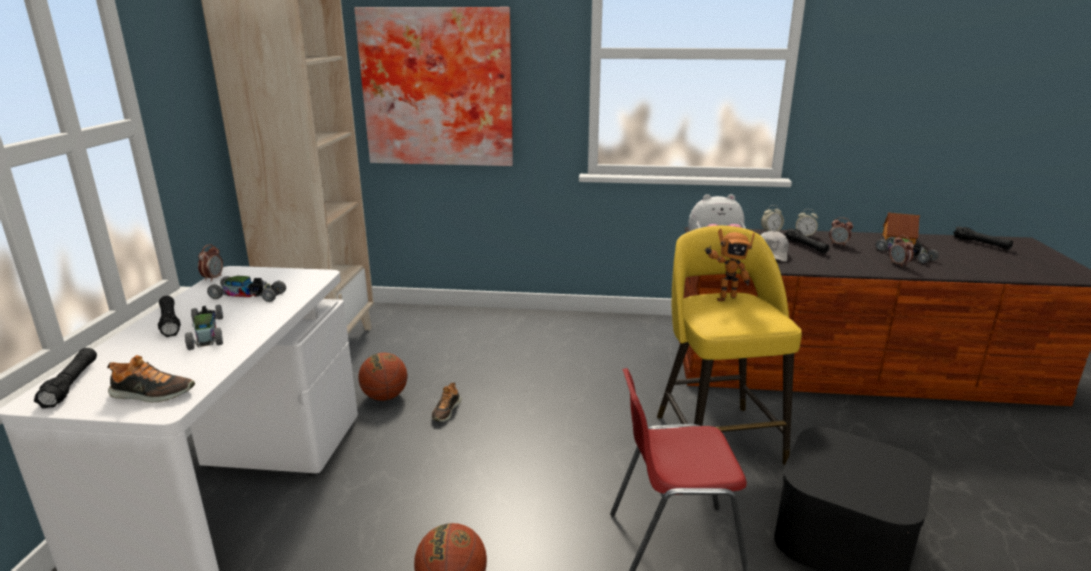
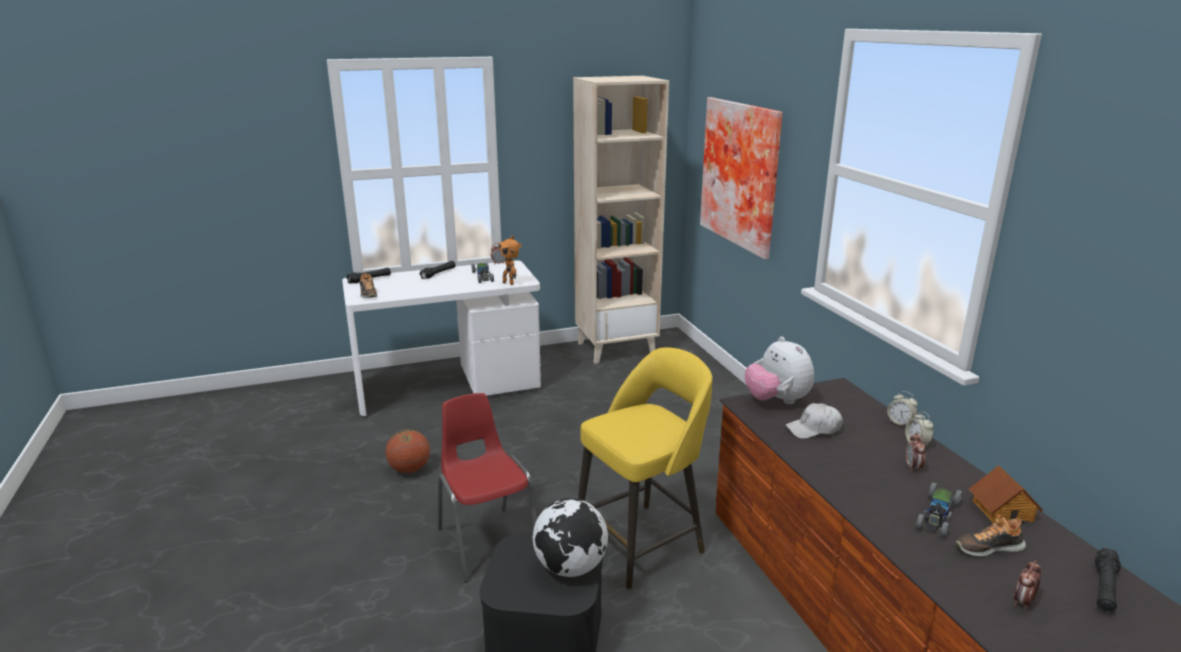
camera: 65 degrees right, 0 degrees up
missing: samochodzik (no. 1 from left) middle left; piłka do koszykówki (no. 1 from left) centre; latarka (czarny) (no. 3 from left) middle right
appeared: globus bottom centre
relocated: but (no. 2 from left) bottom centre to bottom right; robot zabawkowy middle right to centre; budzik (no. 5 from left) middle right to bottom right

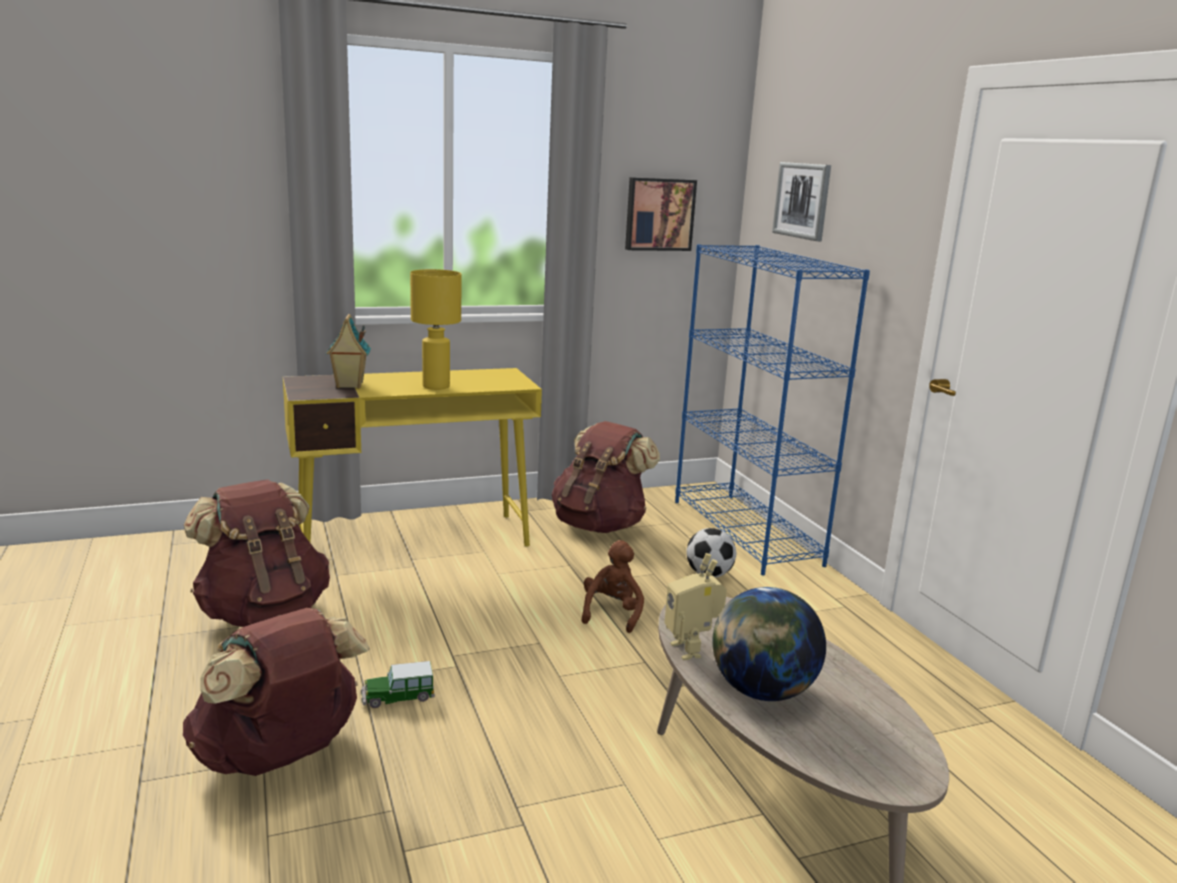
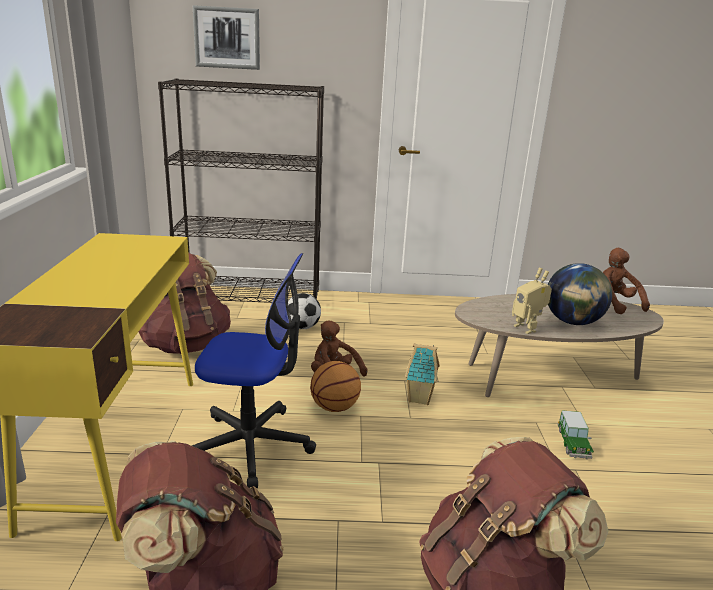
camera: 70 degrees left, 5 degrees up
missing: lampa stołowa (żółty) centre; obraz (no. 1 from left) top centre
appeared: krzesło biurowe centre; piłka do koszykówki centre; pluszak (brązowy) (no. 2 from left) middle right
relocated: domek middle left to centre; samochodzik bottom centre to bottom right
colour: regał (niebieski) centre to regał (czarny) top centre
spun: robot zabawkowy bottom centre = middle right 60 degrees clockwise

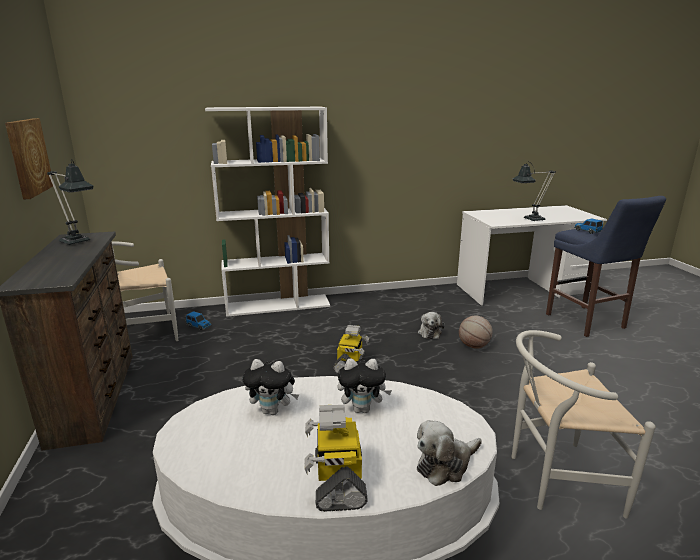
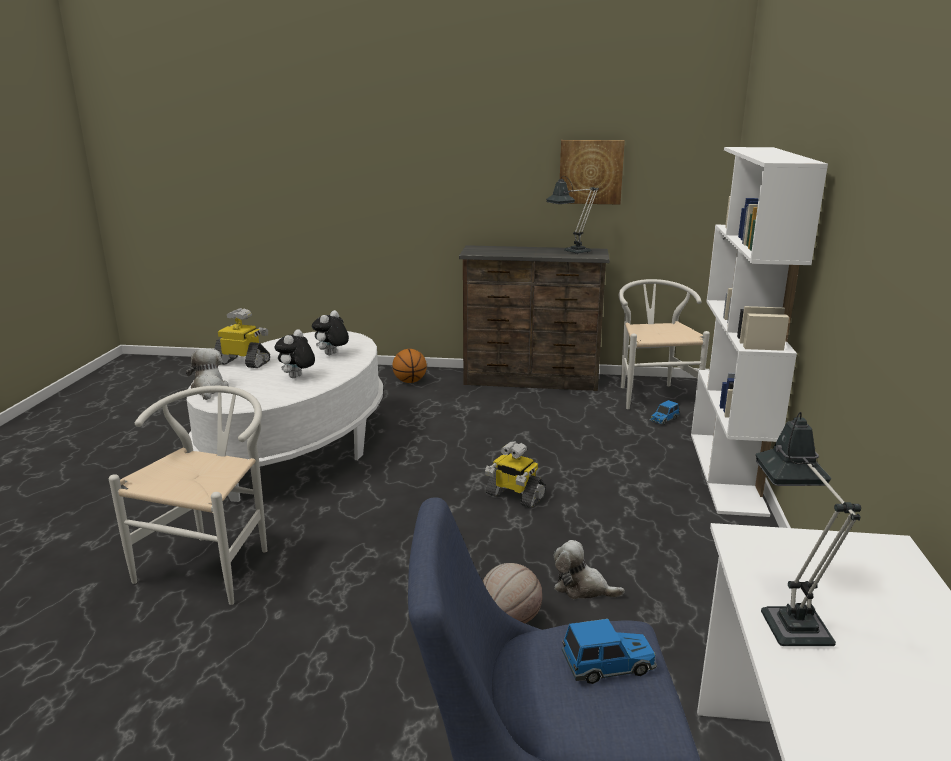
camera: 110 degrees right, 0 degrees up
appeared: piłka do koszykówki (no. 1 from left) centre

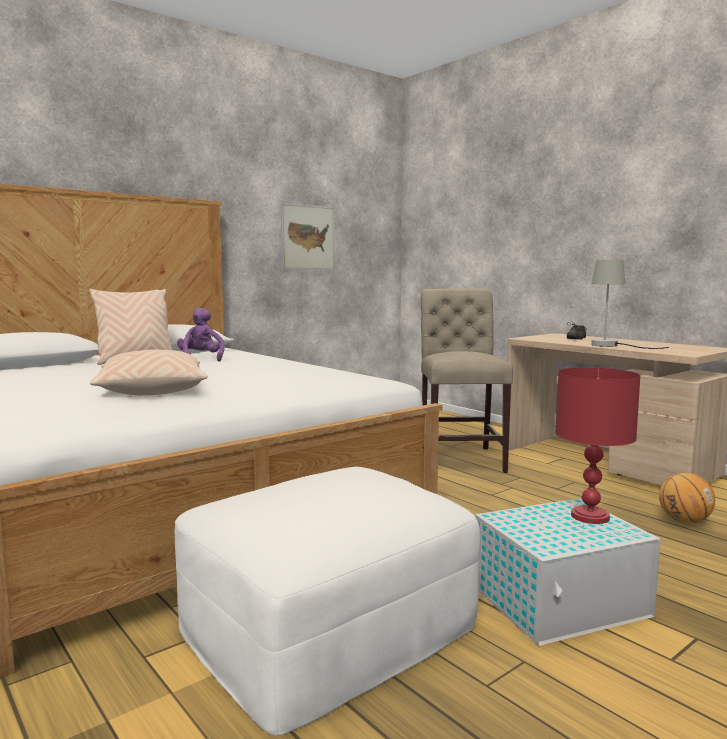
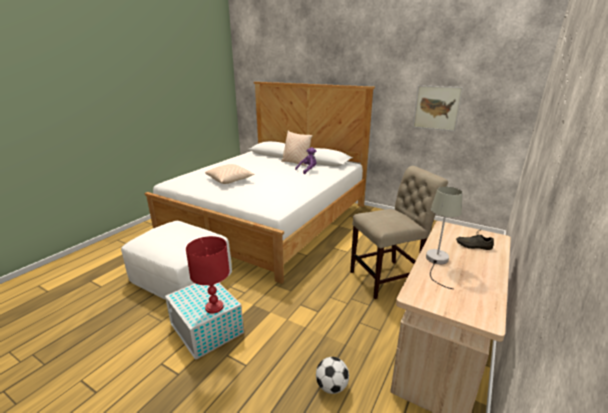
camera: 70 degrees right, 15 degrees up
exchanged: piłka do koszykówki bottom right to piłka futbolowa bottom centre

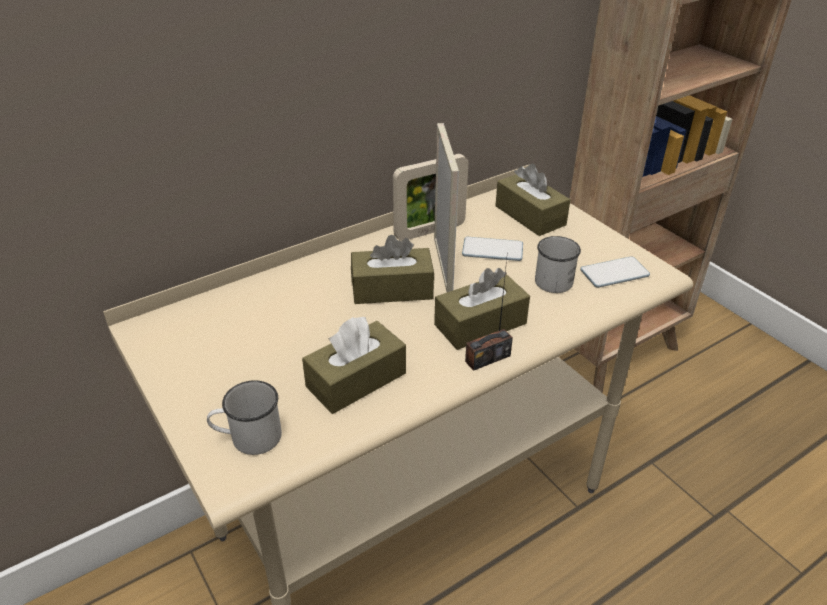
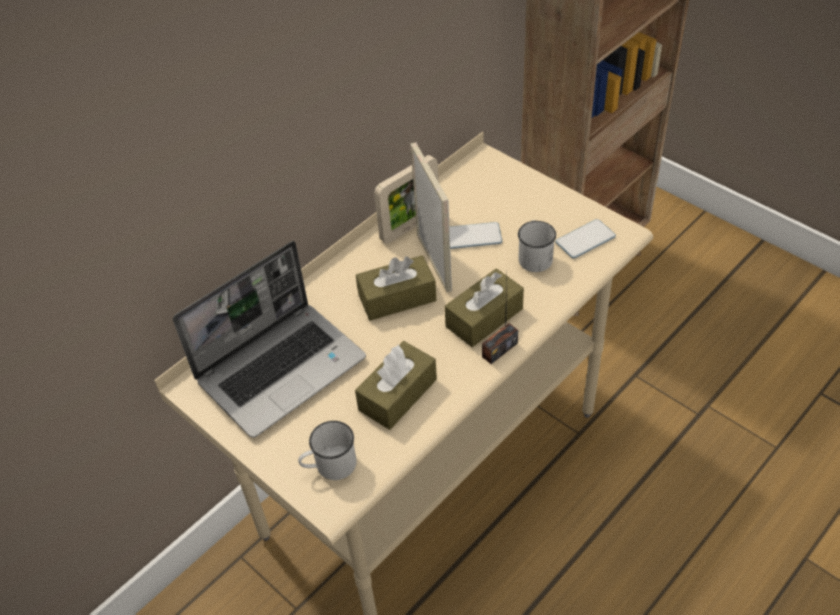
camera: 10 degrees left, 10 degrees up
missing: pudełko chusteczek (brązowy) (no. 4 from left) top centre
appeared: laptop middle left

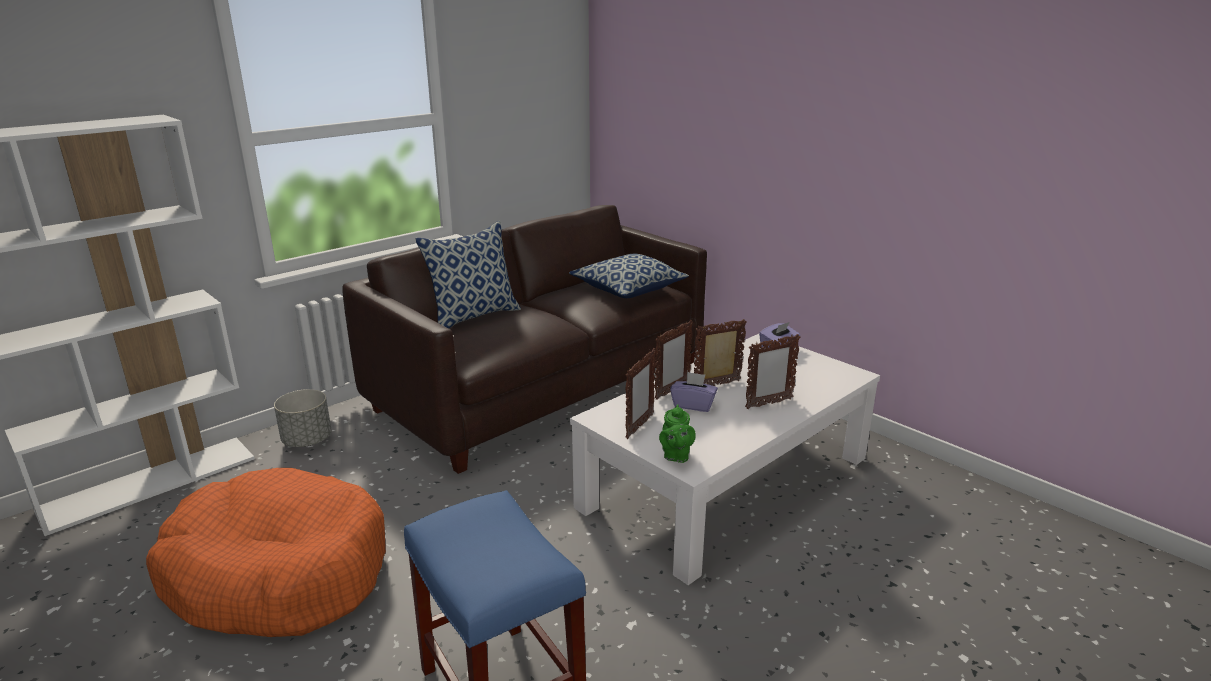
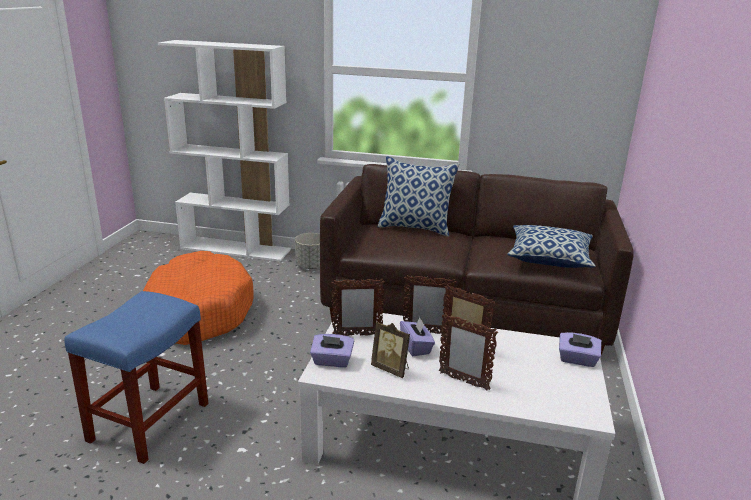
camera: 55 degrees right, 0 degrees up
appeared: ramka na zdjęcie (no. 2 from left) bottom centre
exchanged: imbryk (zielony) centre to pudełko chusteczek (fioletowy) (no. 1 from left) bottom centre

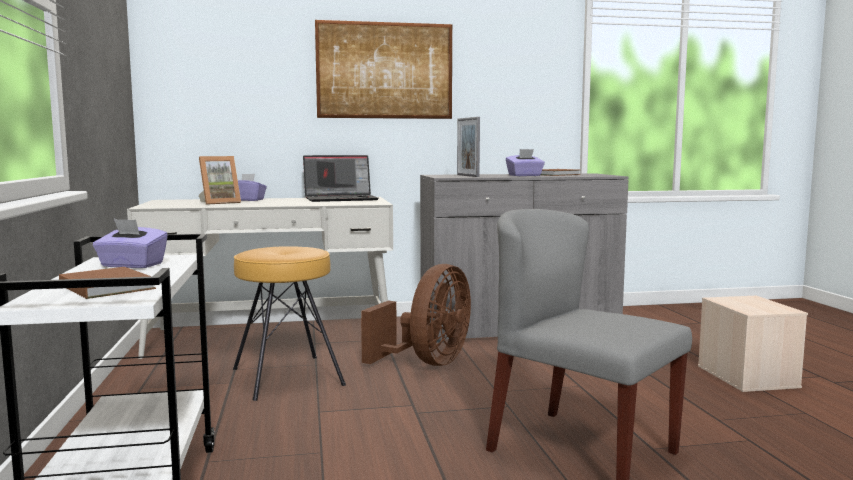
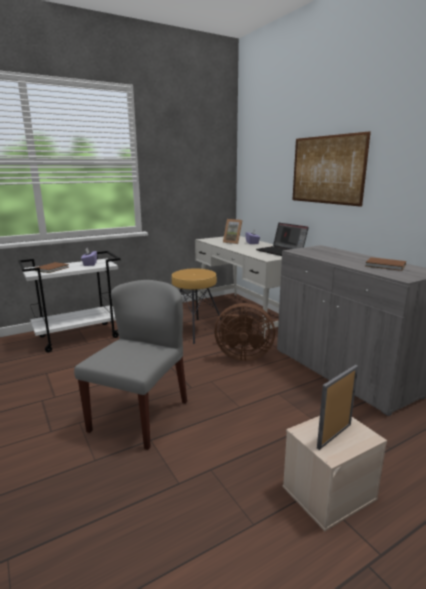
camera: 70 degrees right, 10 degrees up
missing: pudełko chusteczek (fioletowy) (no. 3 from left) centre
relocated: ramka na zdjęcie (no. 2 from left) top centre to bottom right

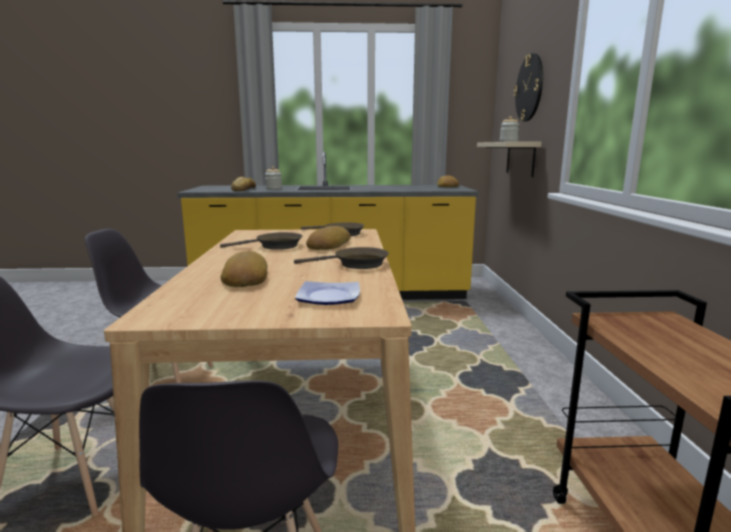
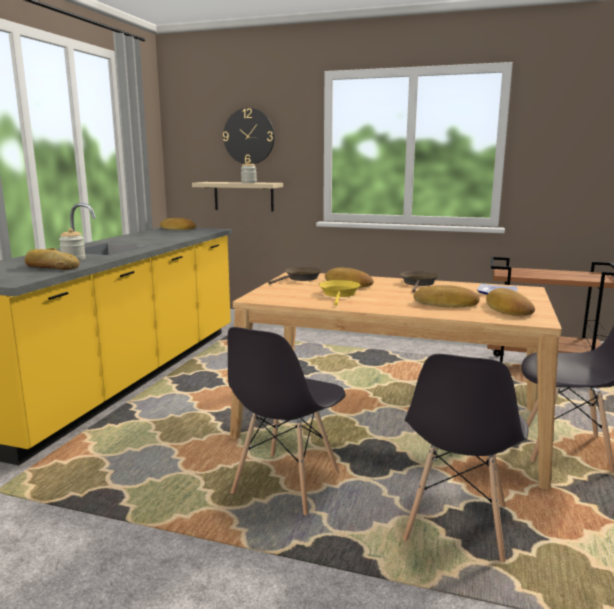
camera: 70 degrees left, 0 degrees up
appeared: chleb (no. 5 from left) middle right
colour: patelnia (brązowy) (no. 1 from left) centre to patelnia (żółty) centre

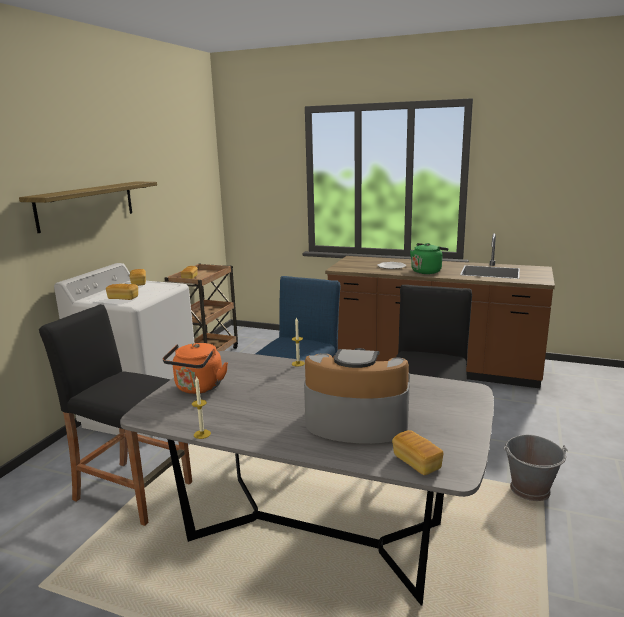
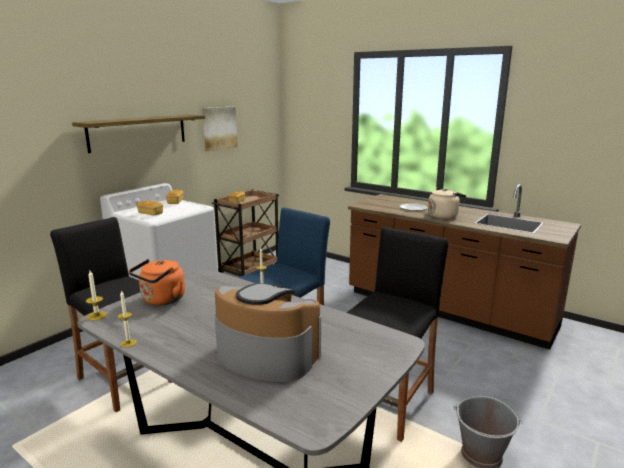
camera: 15 degrees right, 0 degrees up
missing: chleb (no. 4 from left) bottom right
appeared: świeca (no. 1 from left) middle left; obraz top centre
colour: czajnik (zielony) middle right to czajnik (beżowy) middle right

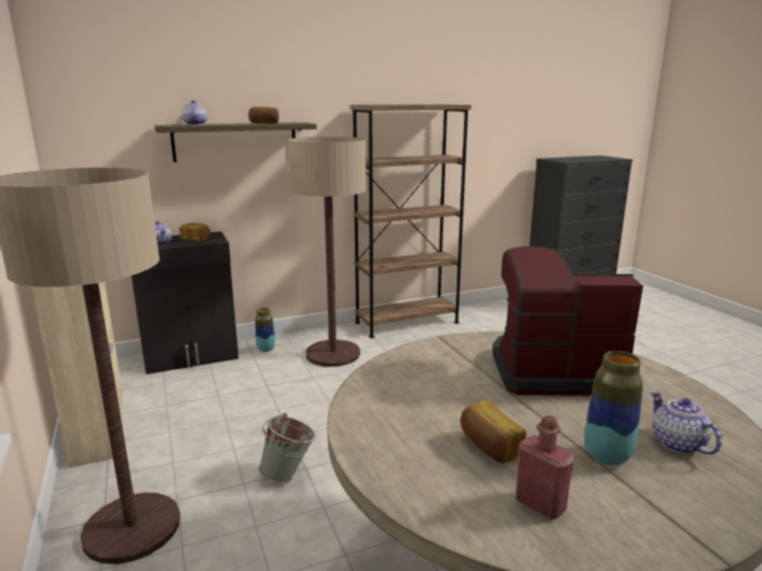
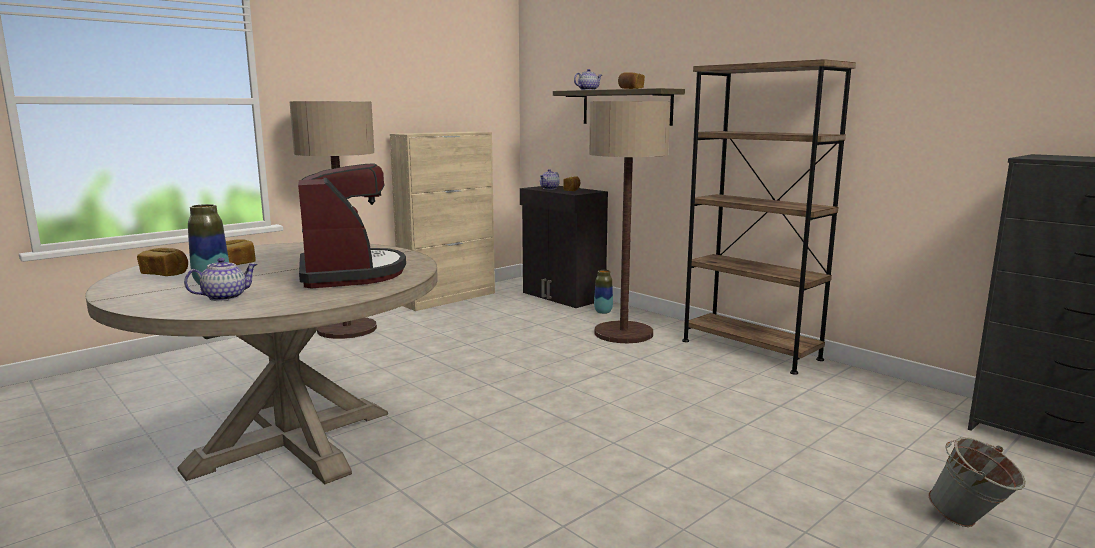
camera: 70 degrees right, 5 degrees down
relocated: wiadro (szary) bottom centre to bottom right
exchanged: butelka (czerwony) bottom right to chleb (no. 1 from left) middle left

